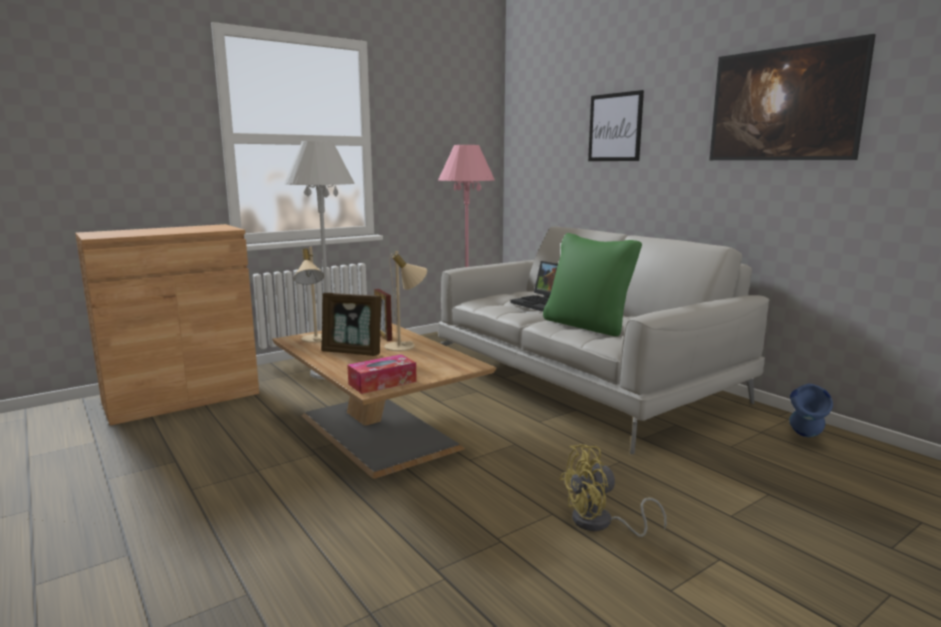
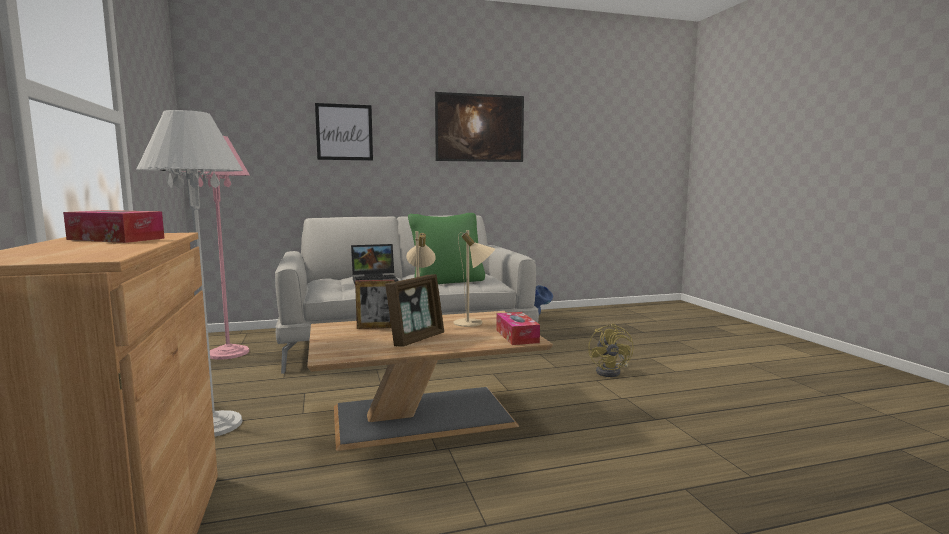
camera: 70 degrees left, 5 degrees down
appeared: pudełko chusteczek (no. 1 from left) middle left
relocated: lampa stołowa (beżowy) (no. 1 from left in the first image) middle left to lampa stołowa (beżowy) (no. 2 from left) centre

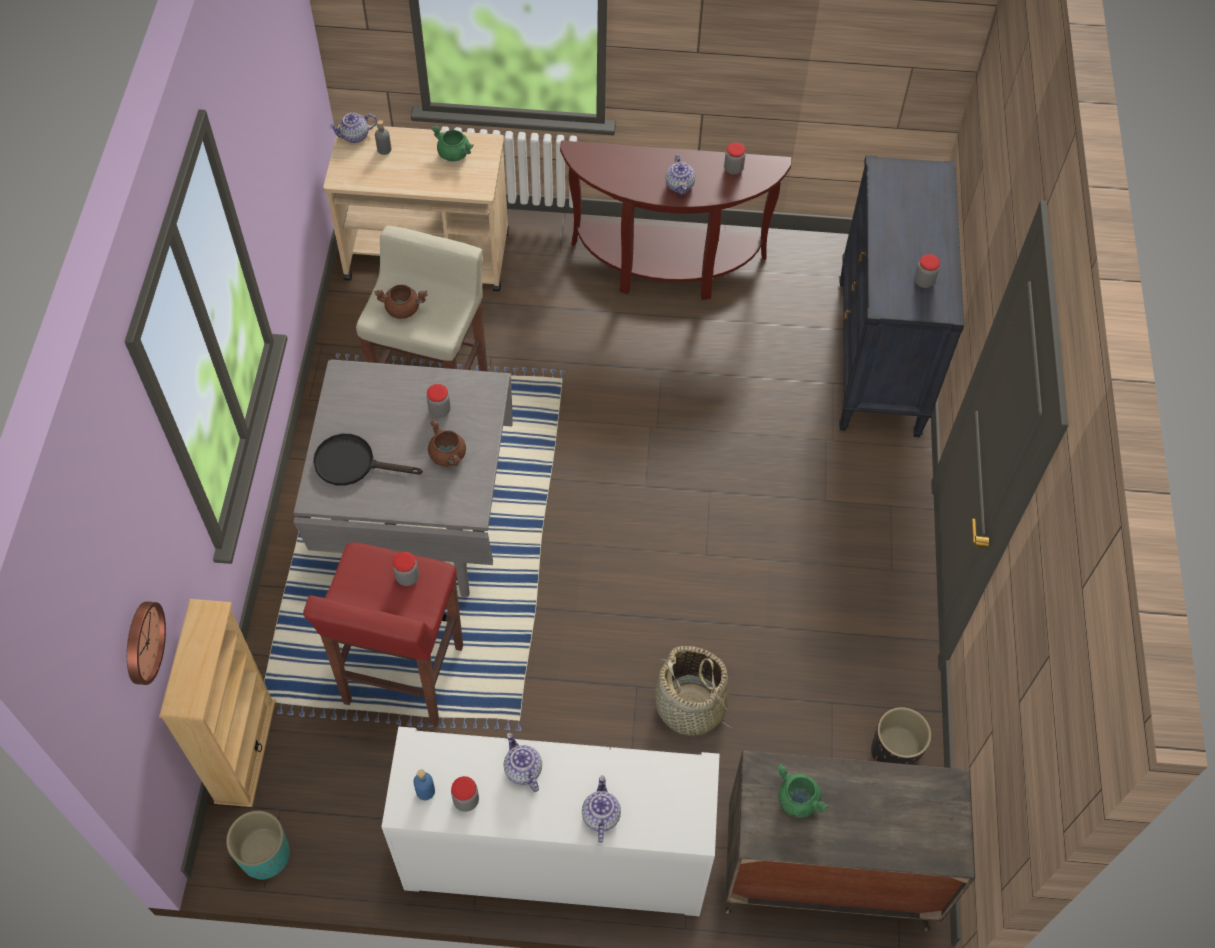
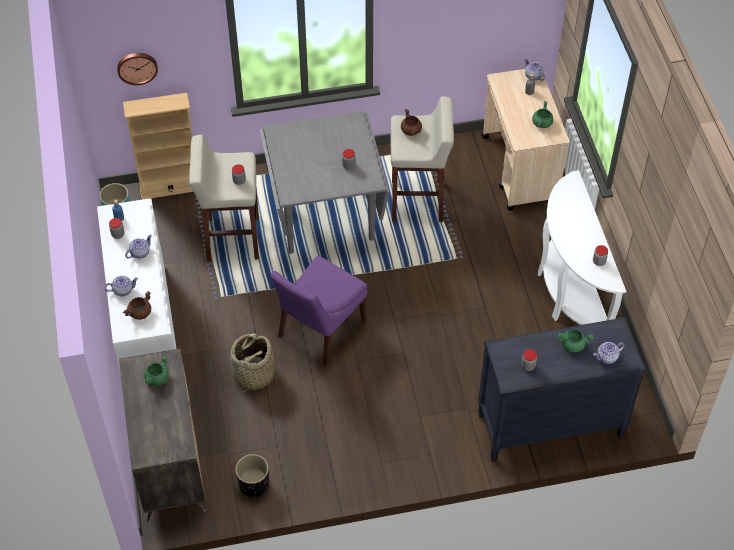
camera: 75 degrees right, 5 degrees down
missing: patelnia (czarny) middle left
appeared: krzesło (fioletowy) centre; garnek (zielony) (no. 3 from left) middle right
relocated: garnek (brązowy) (no. 2 from left in the first image) centre to garnek (brązowy) (no. 1 from left) middle left; imbryk (no. 4 from left) top centre to middle right
colour: stołek (czerwony) bottom left to stołek (beżowy) (no. 1 from left) middle left; stolik konsolowy (brązowy) top centre to stolik konsolowy (biały) middle right

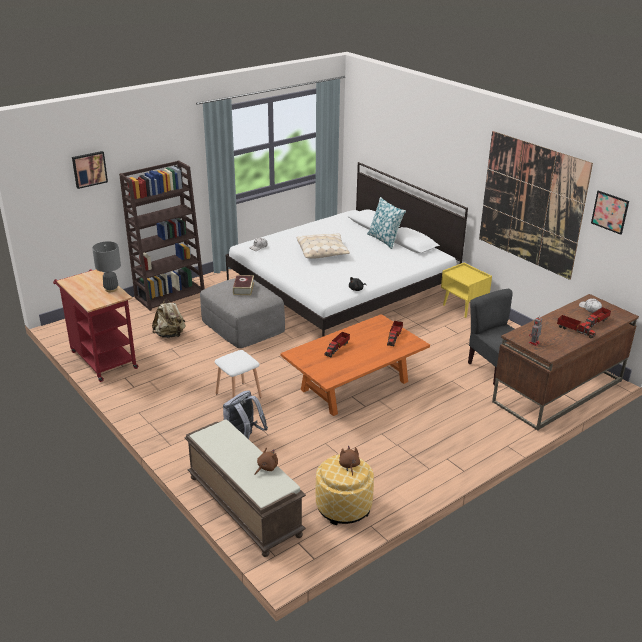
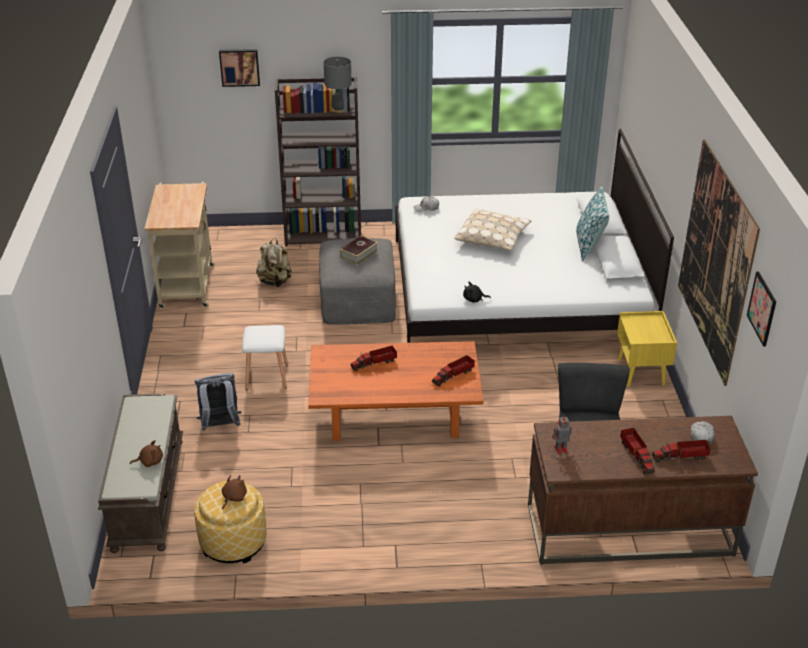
camera: 35 degrees right, 5 degrees up
relocated: lampa stołowa (szary) middle left to top centre
colour: wózek (czerwony) middle left to wózek (beżowy) middle left

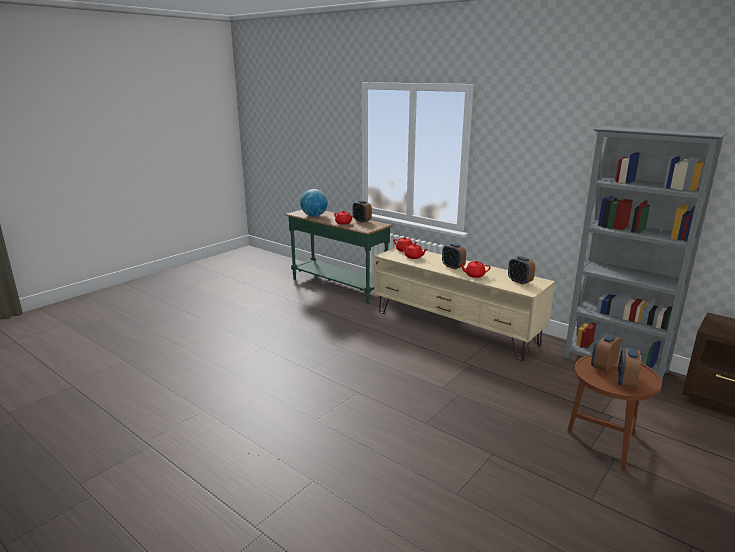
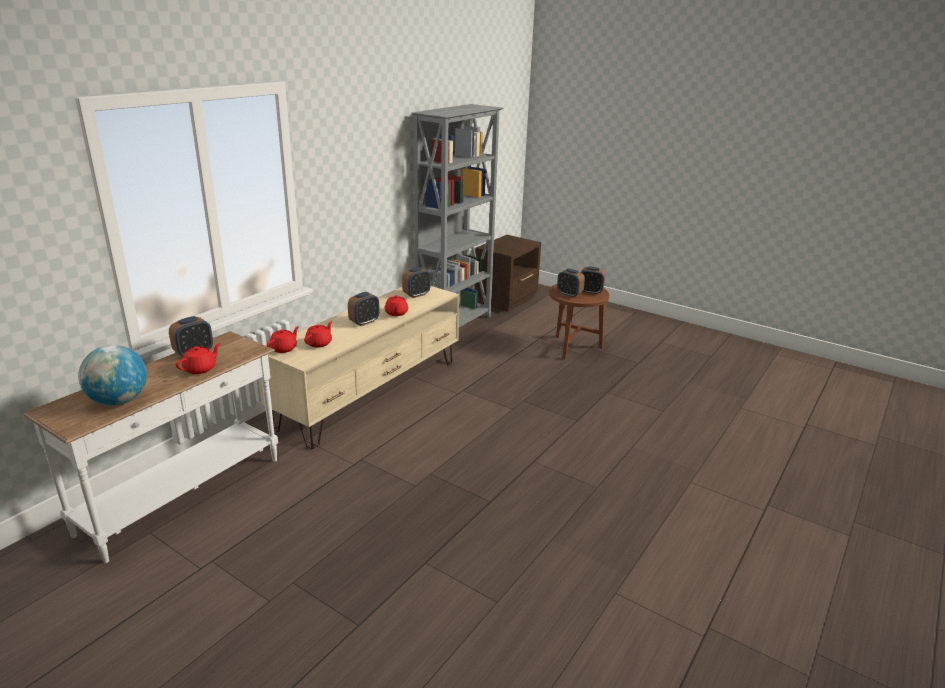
camera: 95 degrees left, 5 degrees up
colour: stolik konsolowy (zielony) centre to stolik konsolowy (biały) middle left

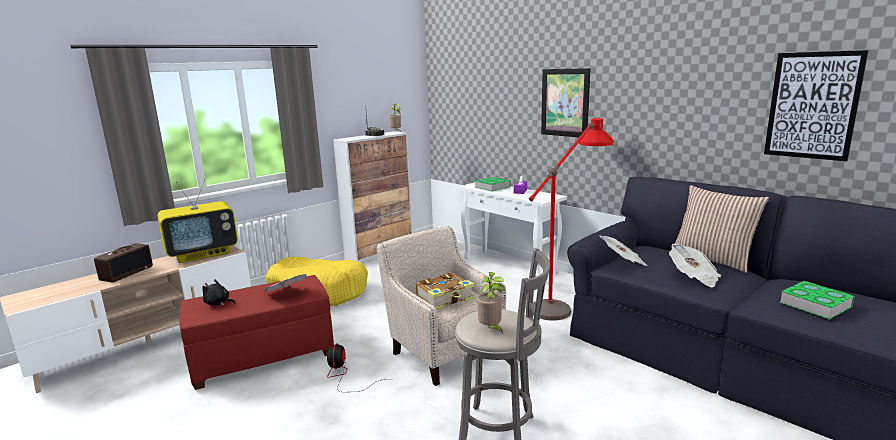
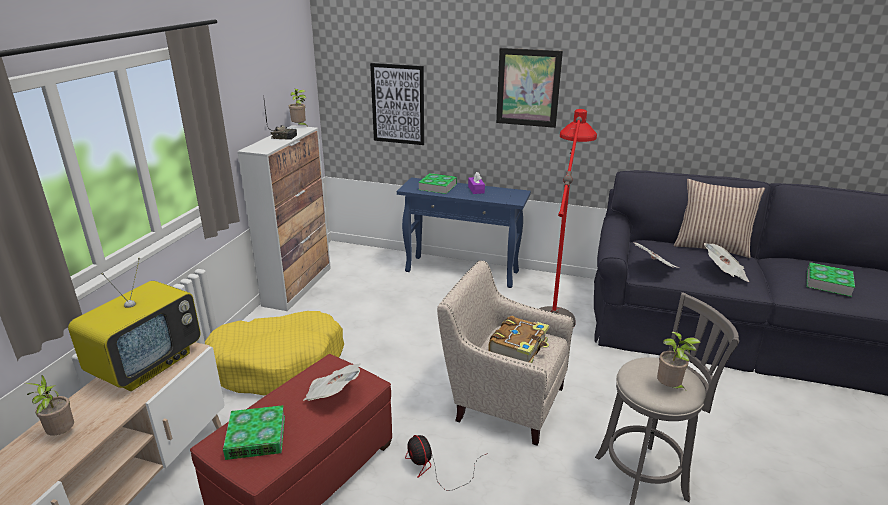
camera: 30 degrees left, 10 degrees up
relocated: obraz (no. 2 from left in the first image) top right to obraz (no. 1 from left) top centre
exchanged: radio (no. 1 from left) middle left to roślina doniczkowa (no. 1 from left) bottom left; pluszak (czarny) middle left to książka (no. 1 from left) bottom left
colour: stolik konsolowy (biały) centre to stolik konsolowy (niebieski) centre

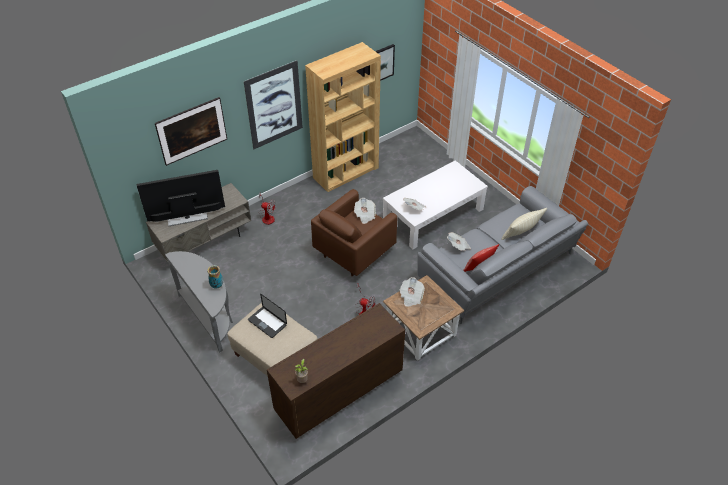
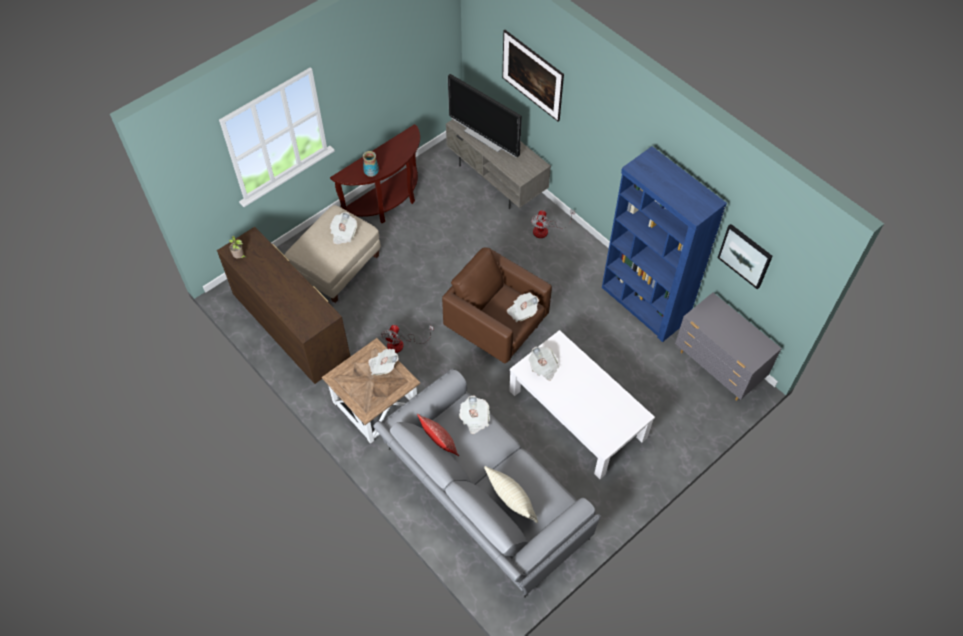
camera: 85 degrees right, 10 degrees up
missing: obraz (no. 2 from left) top centre
appeared: komoda (szary) middle right
exchanged: laptop centre to gazeta (no. 1 from left) centre
colour: stolik konsolowy (szary) middle left to stolik konsolowy (brązowy) top centre; regał (brązowy) top centre to regał (niebieski) middle right
spun: telewizor middle left = top centre 150 degrees clockwise

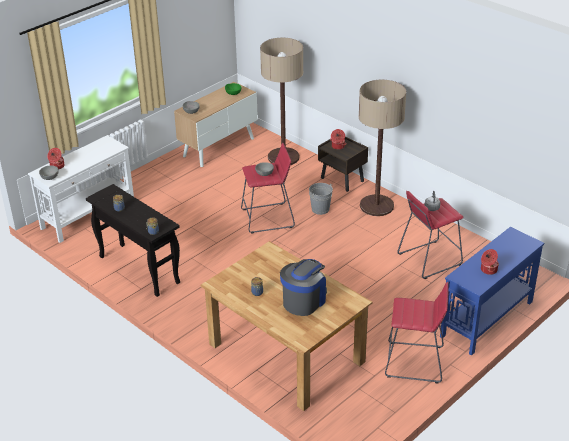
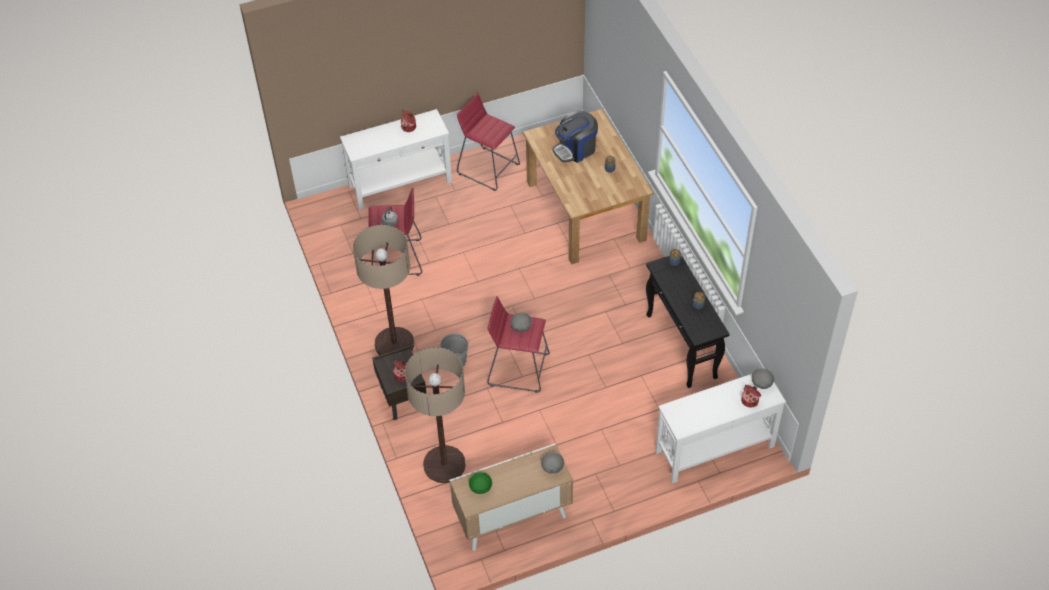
camera: 155 degrees left, 15 degrees up
colour: stolik konsolowy (niebieski) middle right to stolik konsolowy (biały) (no. 1 from left) top centre

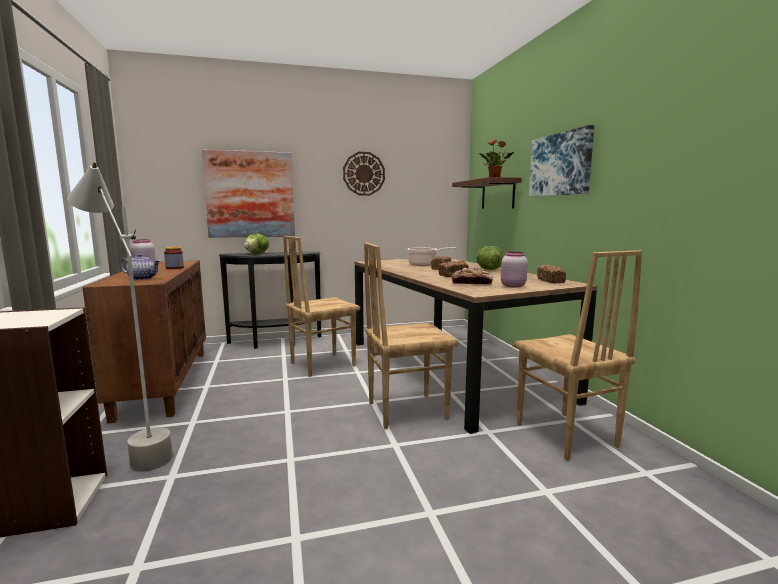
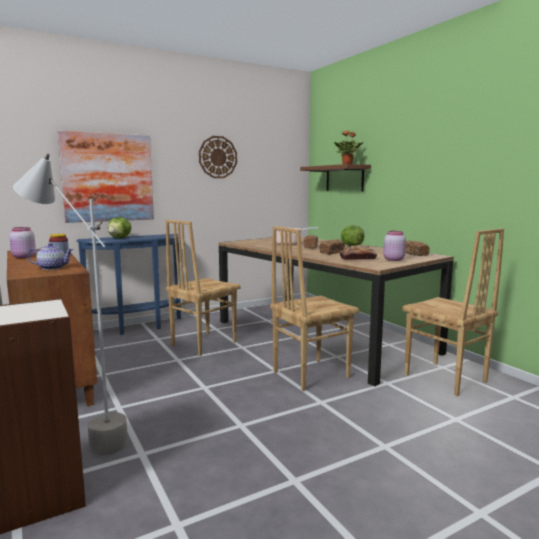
camera: 15 degrees left, 0 degrees up
missing: obraz (no. 2 from left) top right
colour: stolik konsolowy (czarny) centre to stolik konsolowy (niebieski) middle left

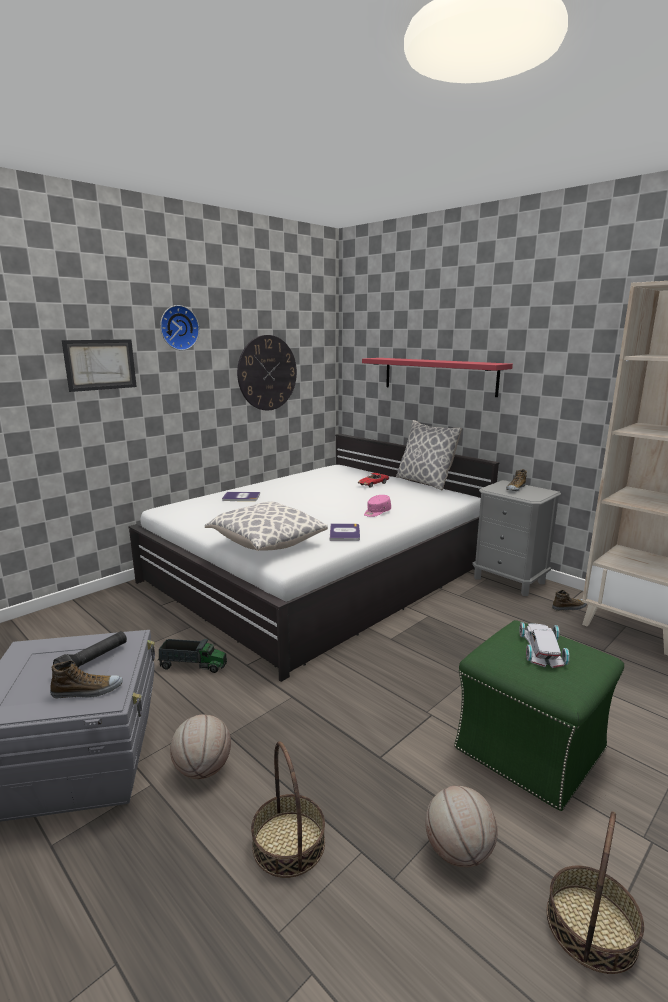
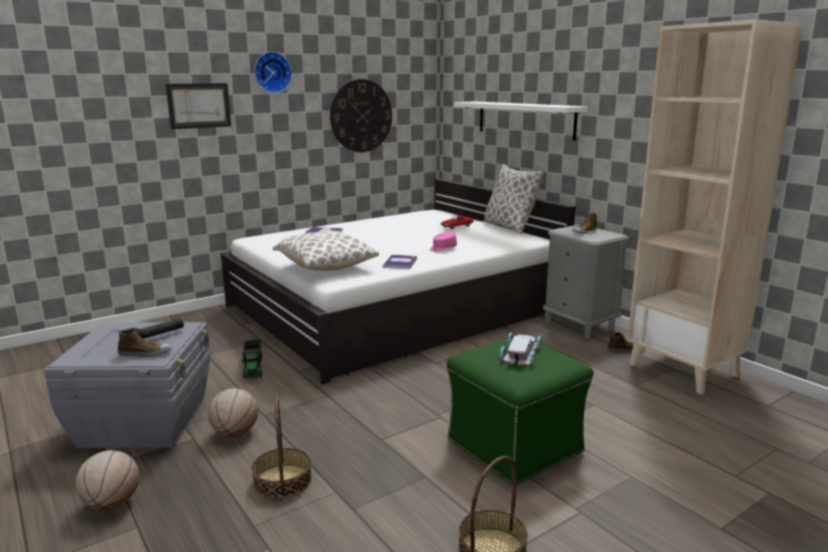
camera: 10 degrees right, 0 degrees up
relocated: piłka do koszykówki (no. 2 from left in the first image) bottom right to piłka do koszykówki (no. 1 from left) bottom left
colour: półka (czerwony) centre to półka (biały) top centre
spun: ciężarówka zabawkowa middle left = middle left 60 degrees clockwise

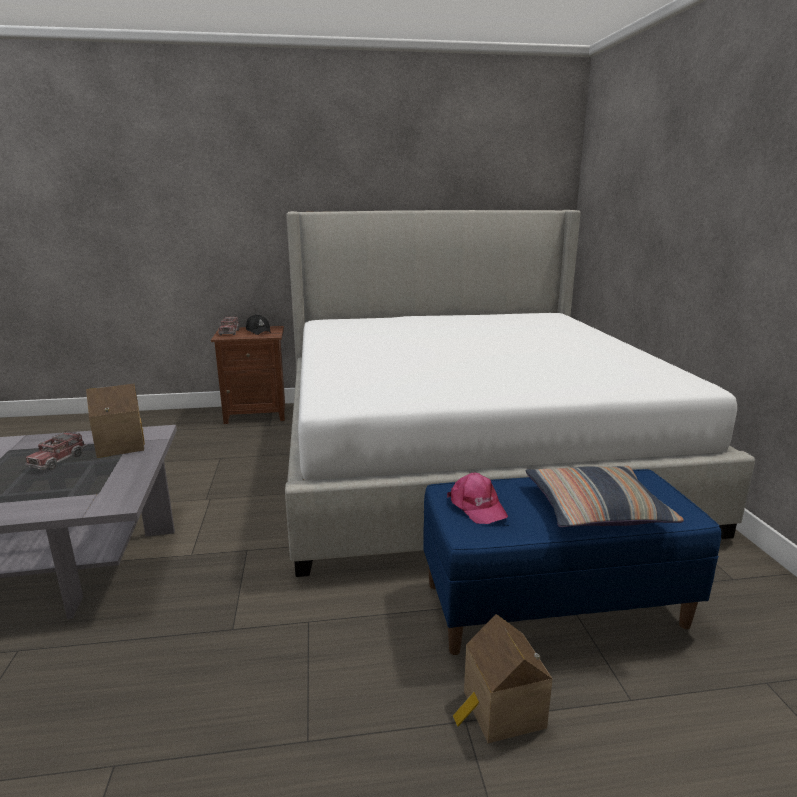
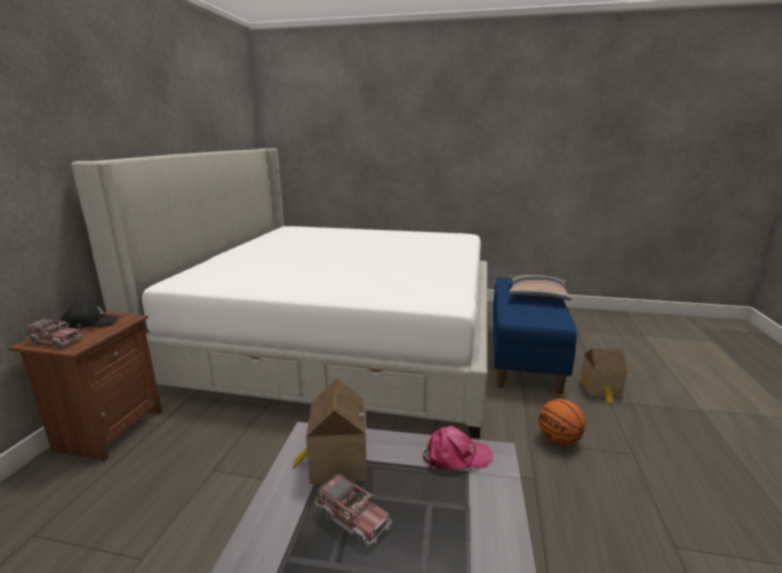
camera: 70 degrees left, 0 degrees up
appeared: piłka do koszykówki bottom right
relocated: czapka z daszkiem (różowy) centre to bottom centre

